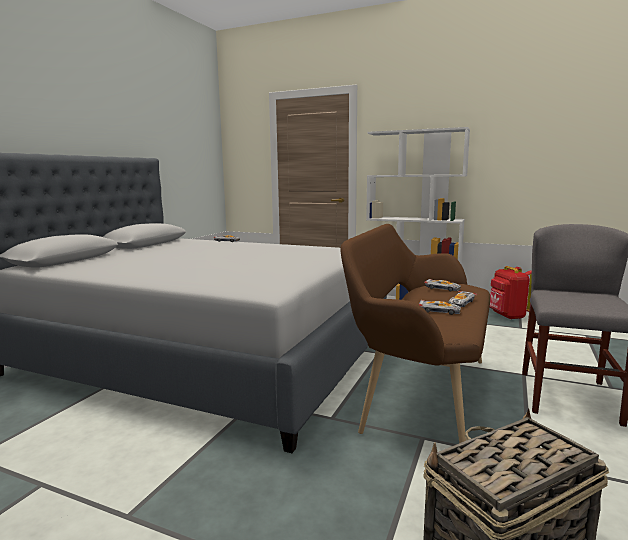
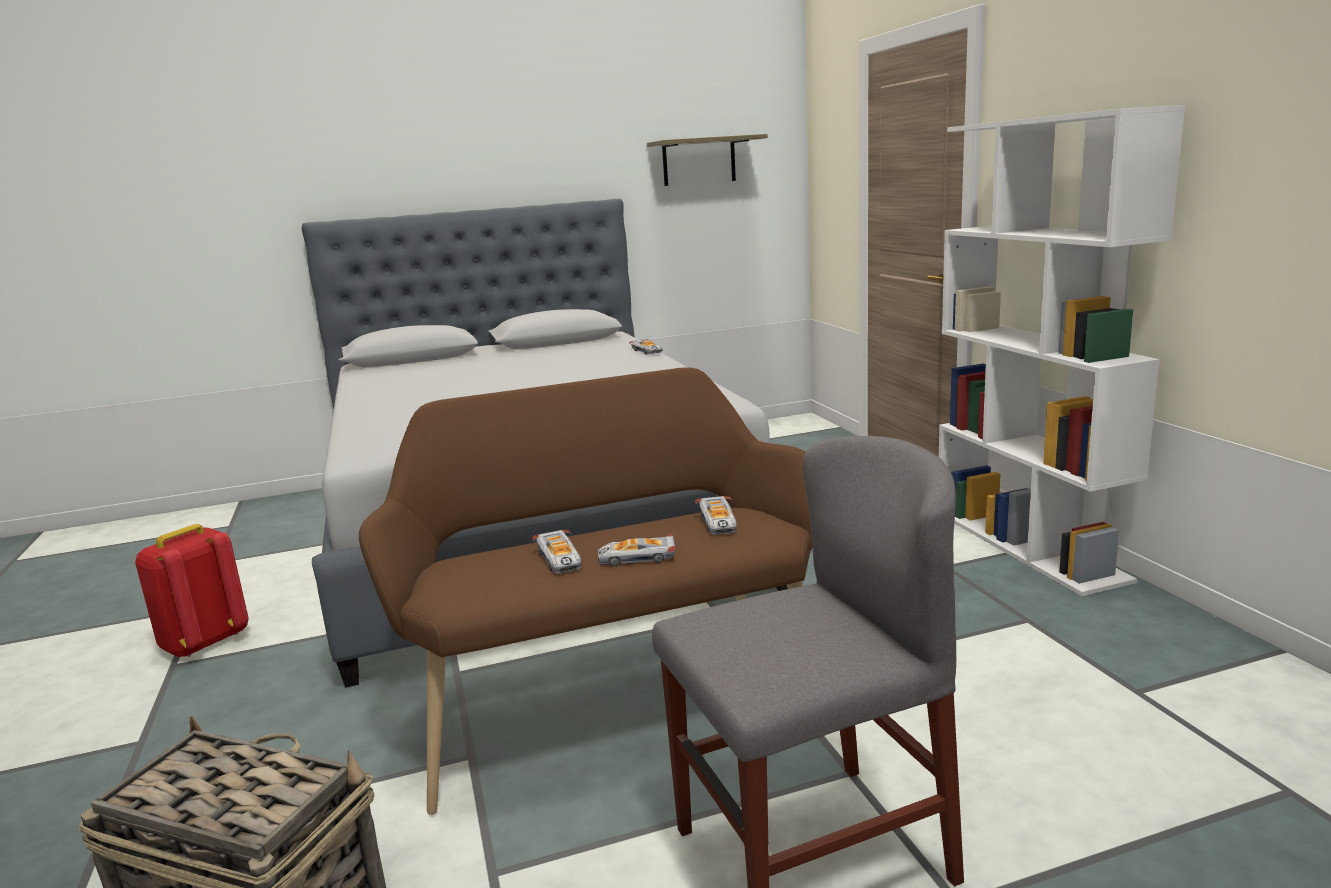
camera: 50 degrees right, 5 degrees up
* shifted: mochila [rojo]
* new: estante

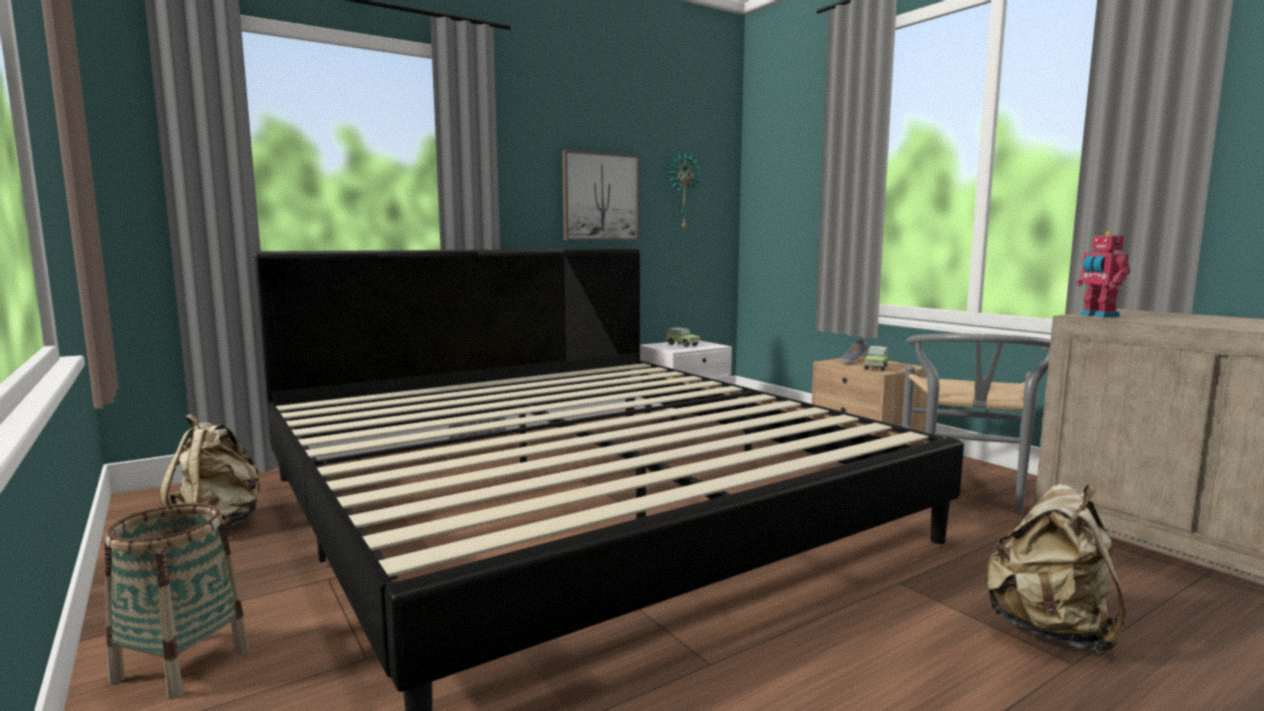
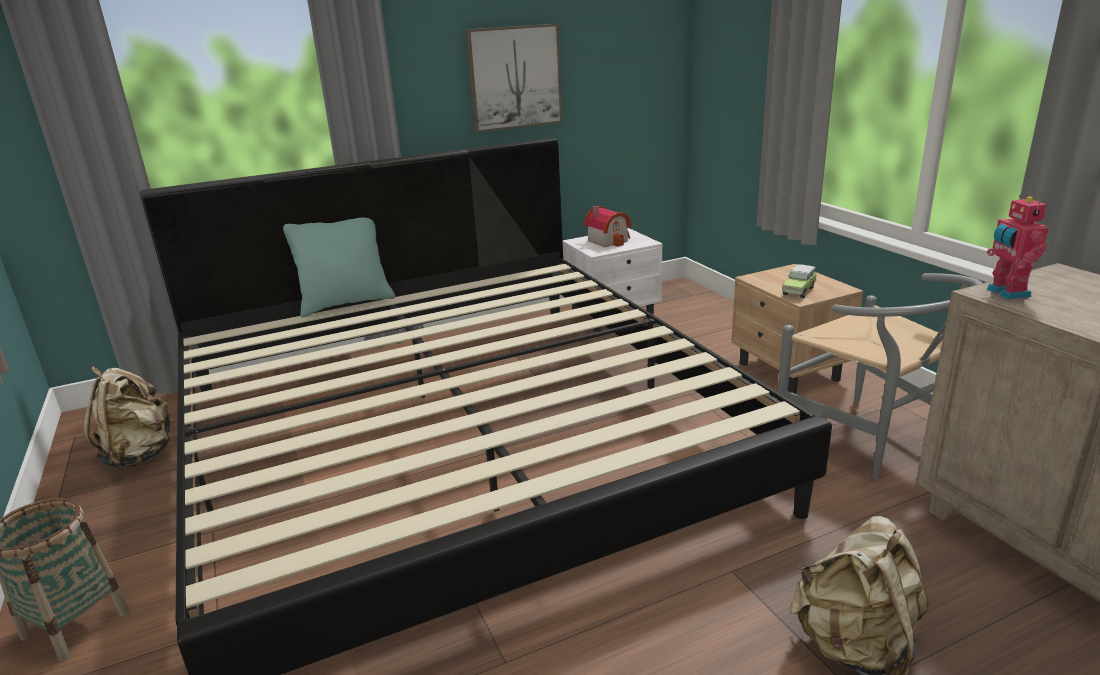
camera: 10 degrees right, 15 degrees up
* gone: reloj de pared
* swapped: coche de juguete (no. 1 from left) to casita
* rotated: silla [gris] 60 degrees counterclockwise
* gone: zapato
* new: cojín [turquesa]

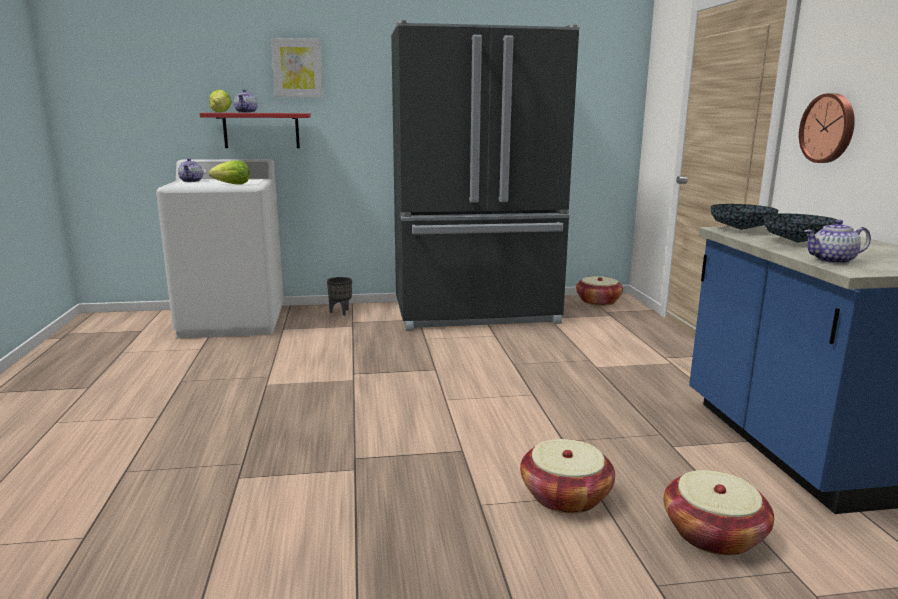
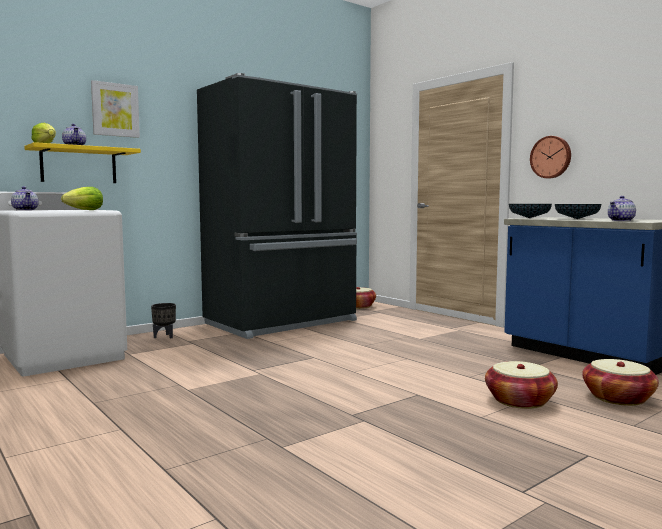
camera: 30 degrees left, 10 degrees down
* repainted: estante [rojo] to estante [amarillo]

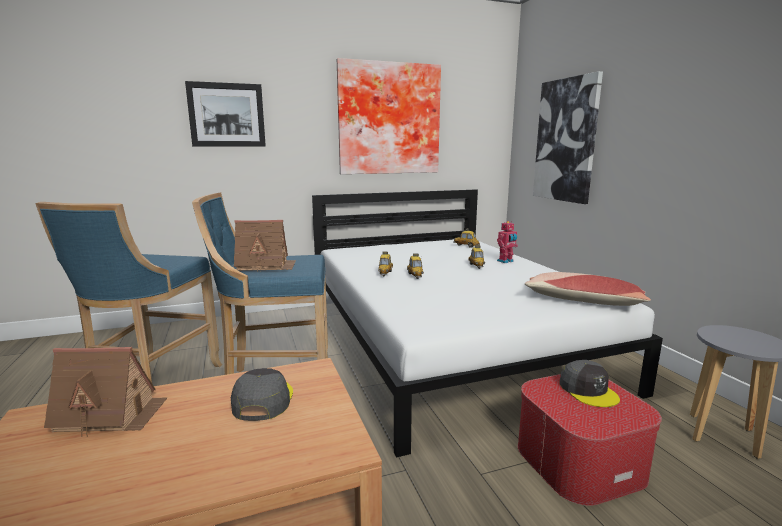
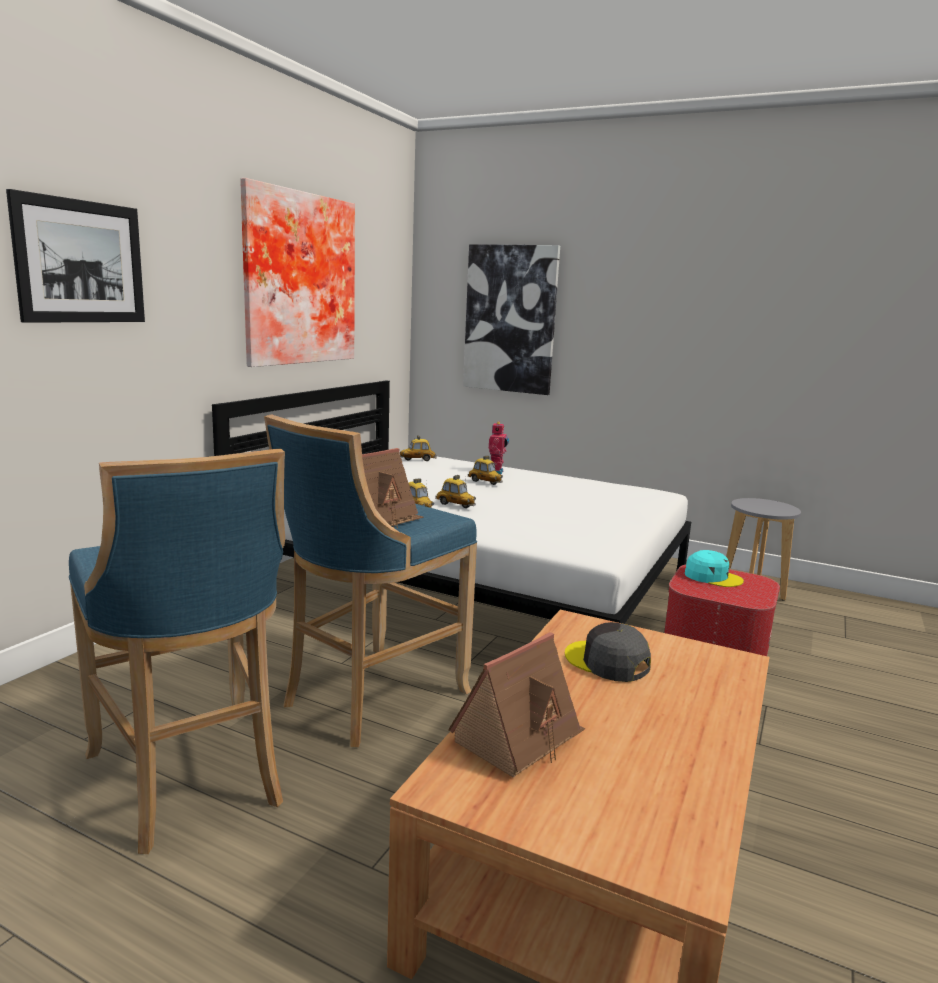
camera: 45 degrees left, 0 degrees up
* gone: cojín
* repainted: gorra [gris] (no. 2 from left) to gorra [turquesa]

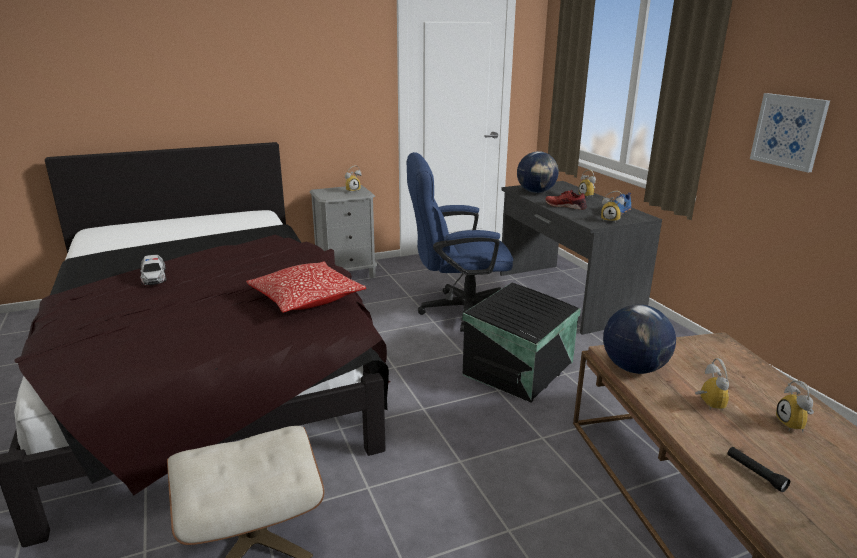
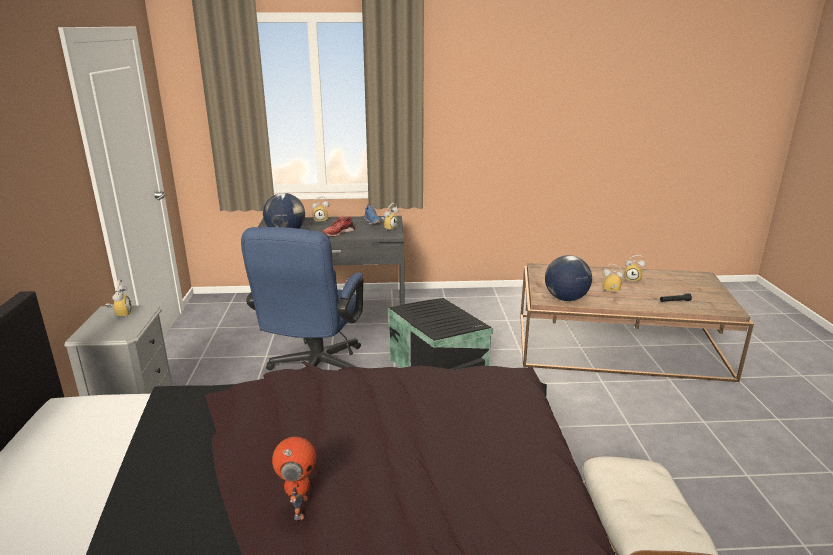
camera: 70 degrees left, 0 degrees up
* gone: cuadro
* swapped: coche de juguete to robot de juguete
* gone: cojín

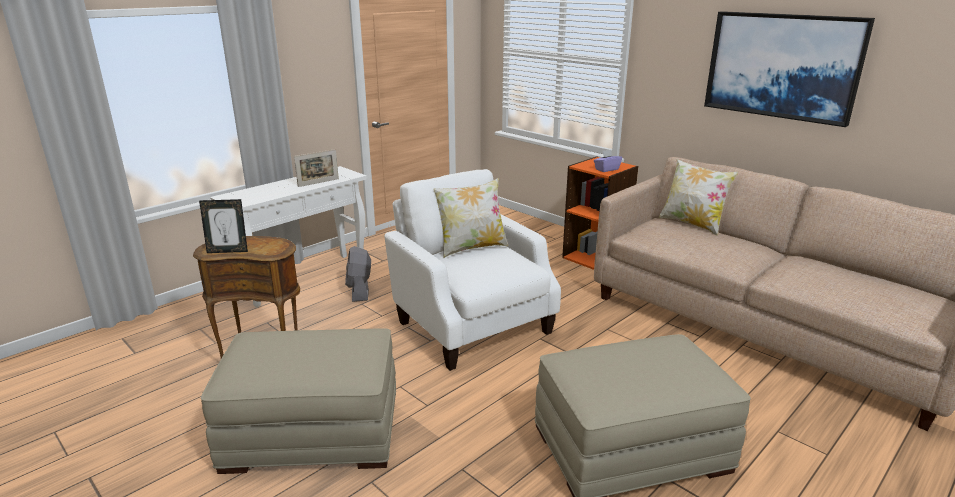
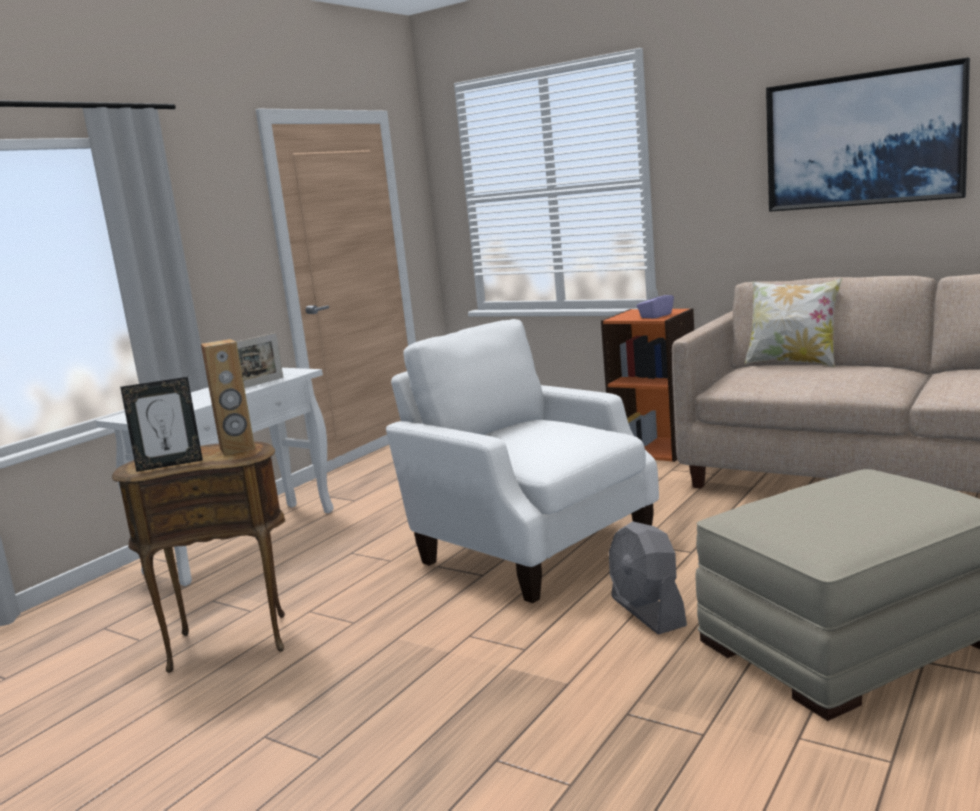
camera: 10 degrees left, 10 degrees down
* gone: cojín (no. 1 from left)
* shifted: ventilador [gris]
* gone: puf [beis] (no. 1 from left)
* new: altavoz [marrón]

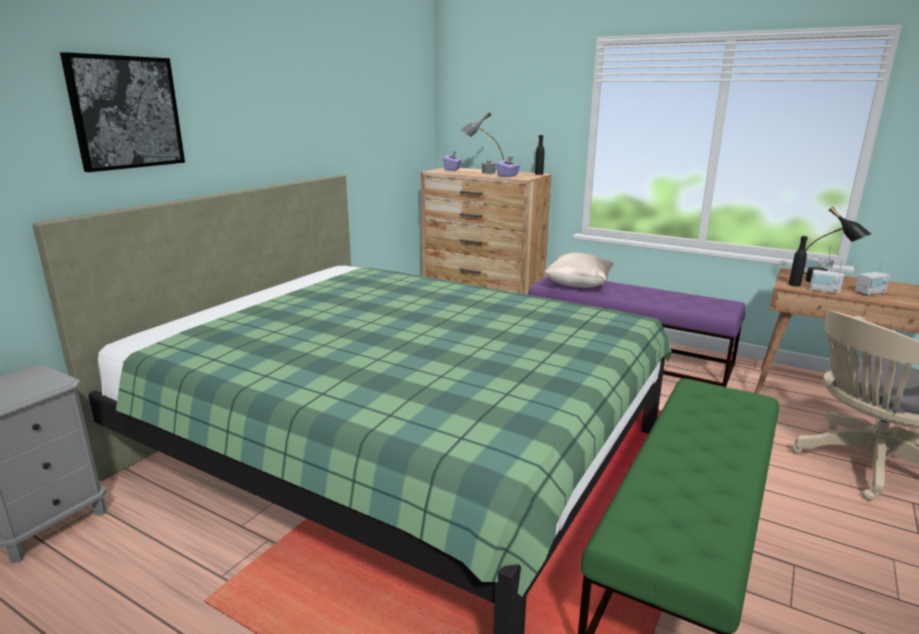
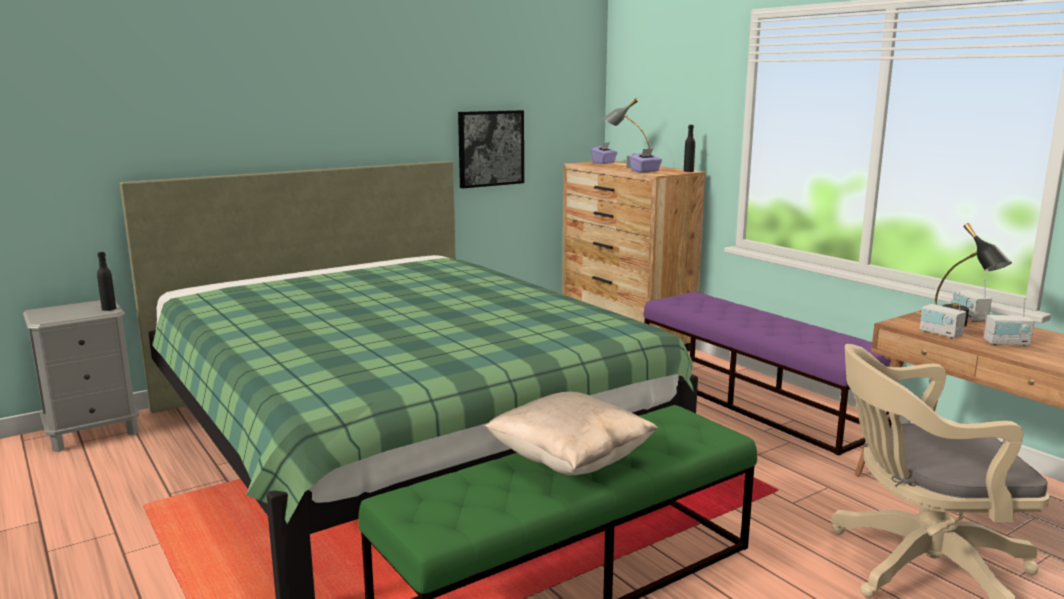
camera: 25 degrees right, 5 degrees down
* shifted: cuadro
* shifted: botella [negro] (no. 2 from left in the first image) to botella [negro] (no. 1 from left)
* shifted: cojín [beis]

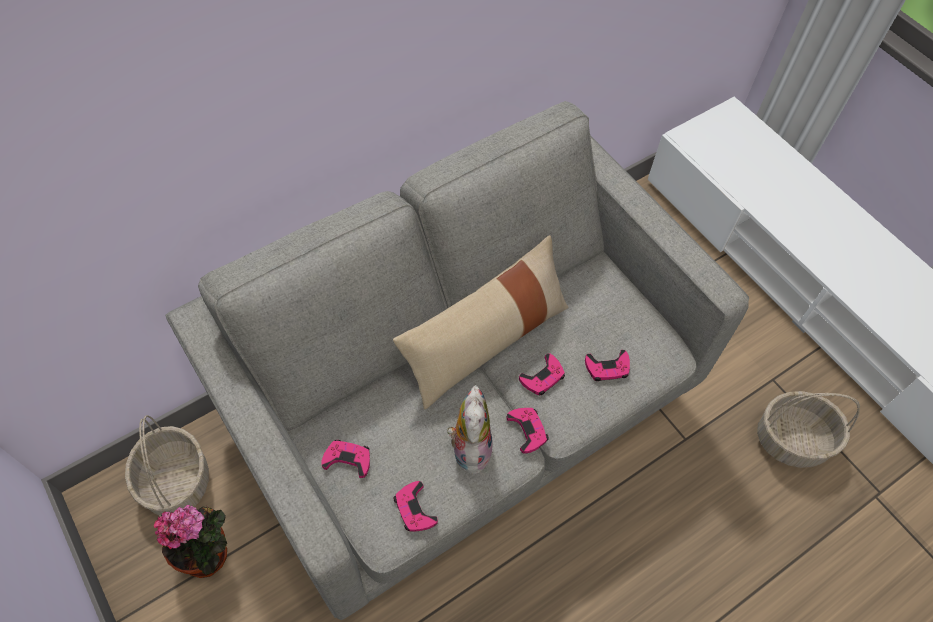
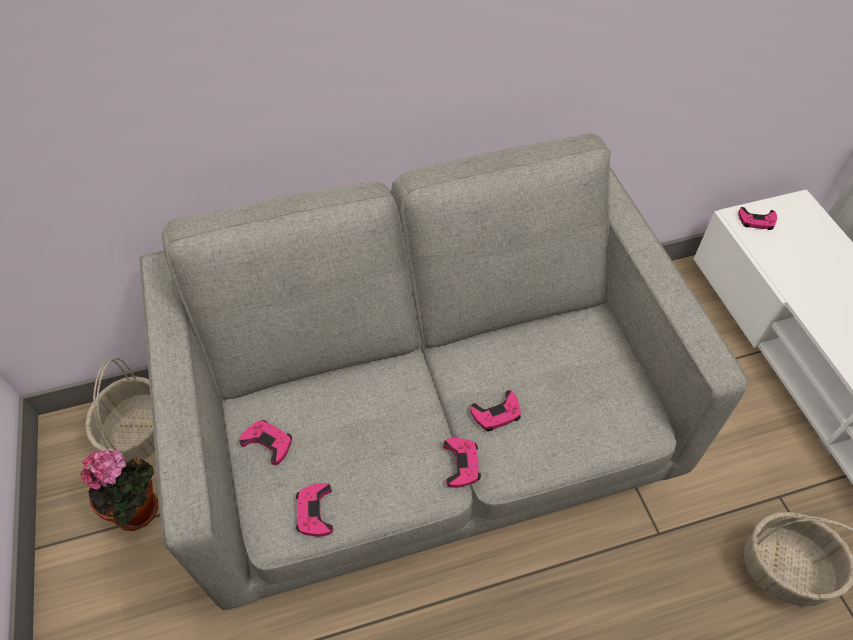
camera: 20 degrees right, 5 degrees down
* gone: cojín [beis]
* shifted: mando de consola [rosa] (no. 5 from left)
* gone: peluche

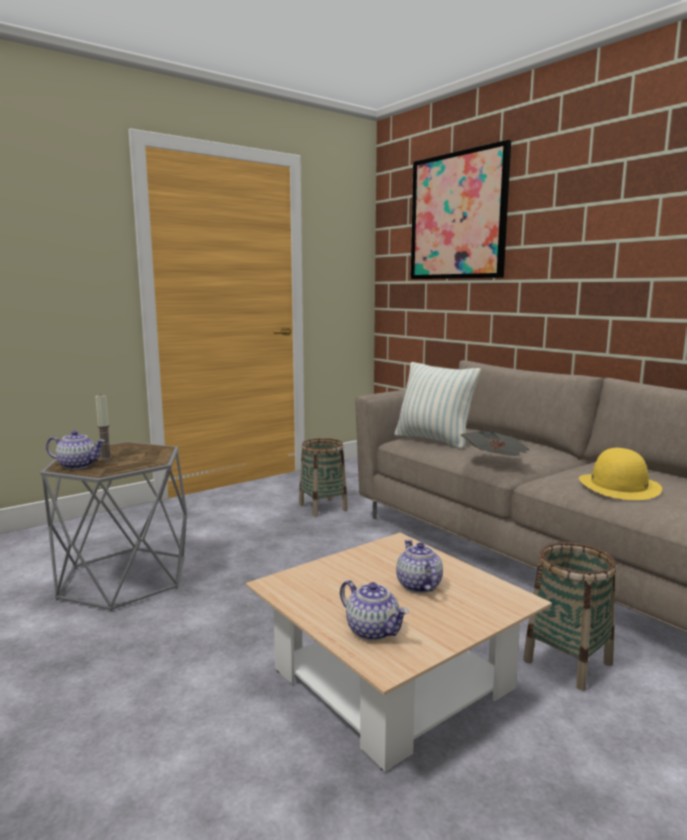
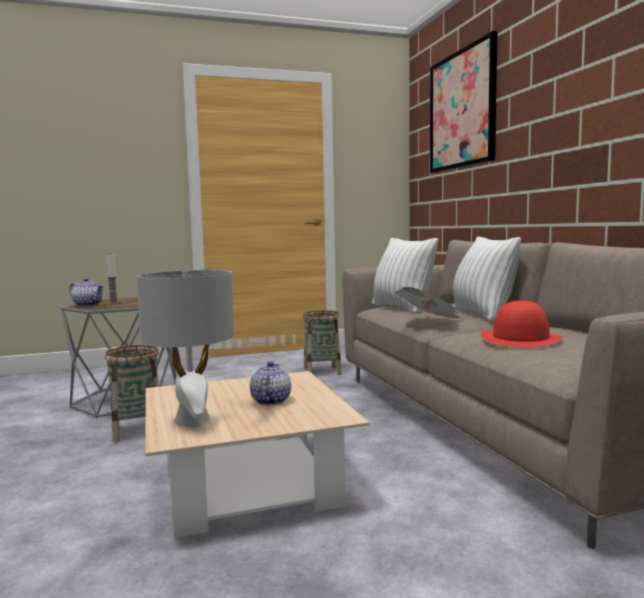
camera: 20 degrees right, 5 degrees down
* repainted: sombrero [amarillo] to sombrero [rojo]
* shifted: cesta (no. 2 from left in the first image) to cesta (no. 1 from left)
* swapped: tetera (no. 2 from left) to lámpara de mesa [gris]
* new: cojín (no. 2 from left)

